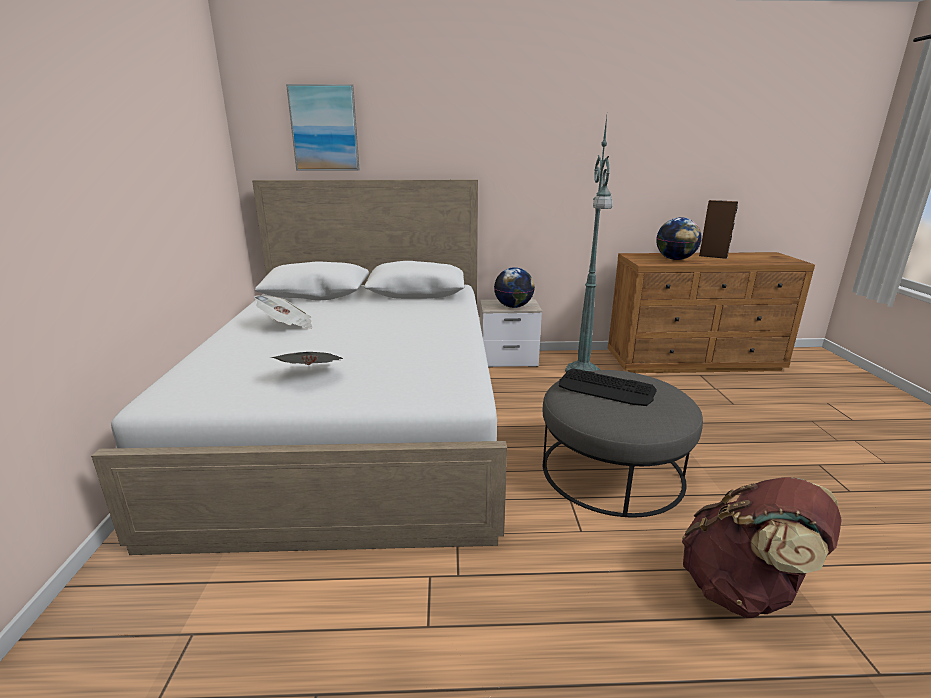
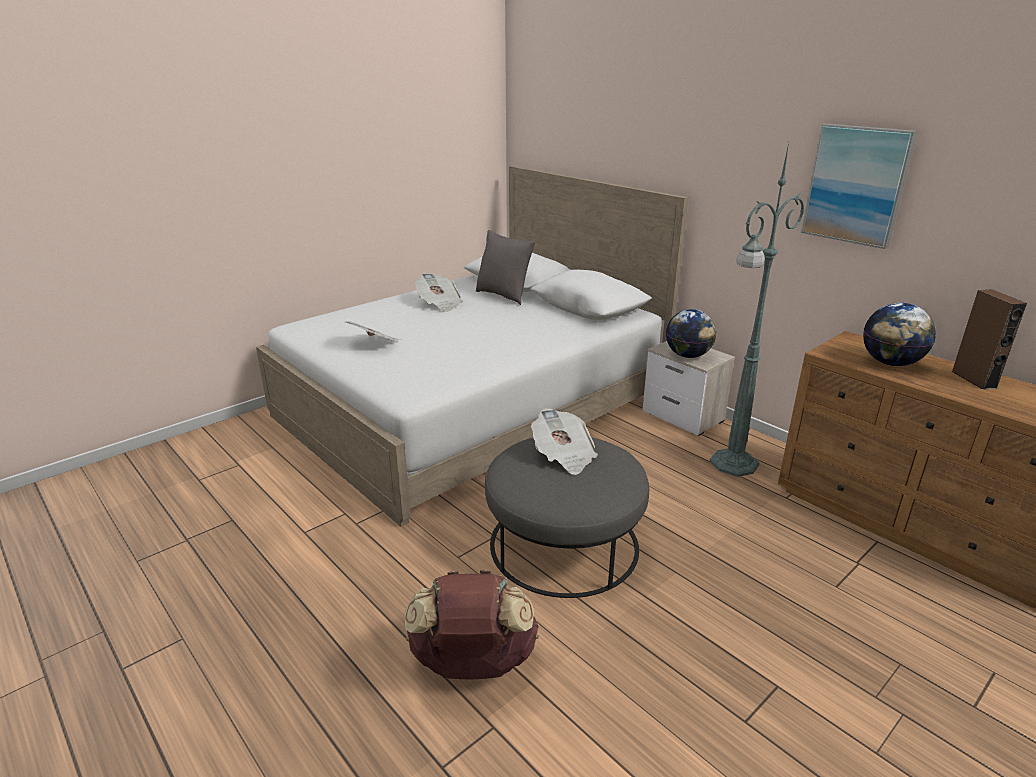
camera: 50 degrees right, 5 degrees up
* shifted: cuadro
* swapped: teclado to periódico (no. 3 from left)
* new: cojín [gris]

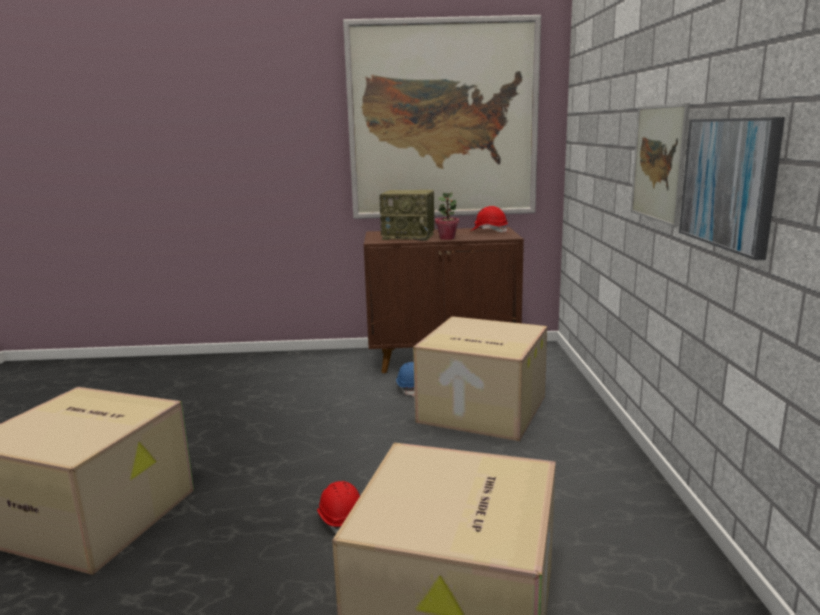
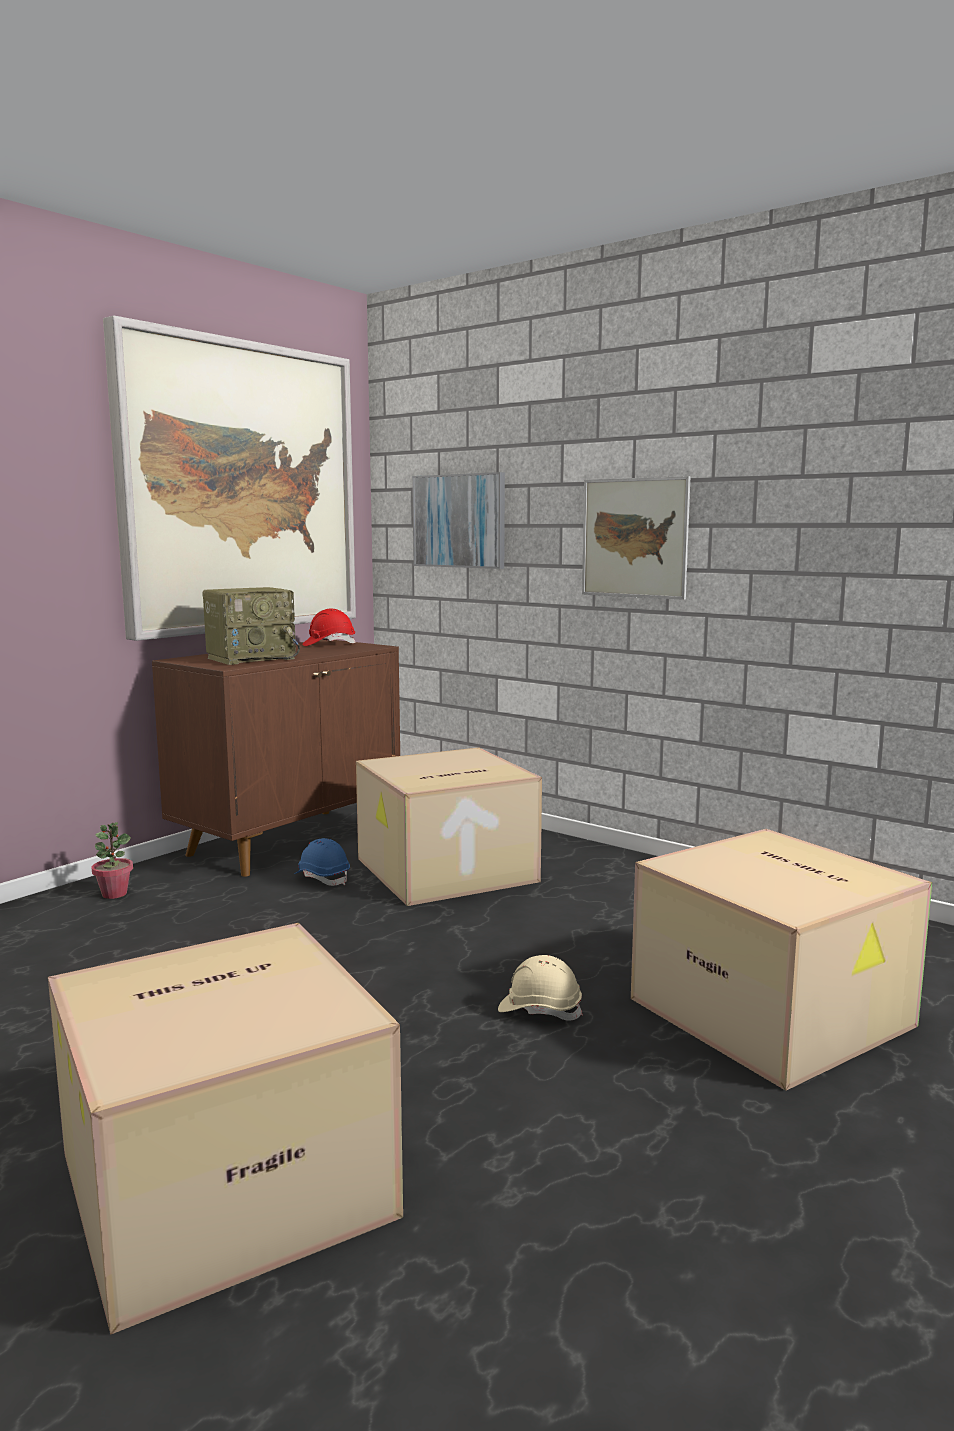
camera: 50 degrees left, 5 degrees down
* shifted: cuadro (no. 3 from left in the first image) to cuadro (no. 2 from left)
* shifted: planta en maceta
* repainted: casco [rojo] (no. 1 from left) to casco [beis]

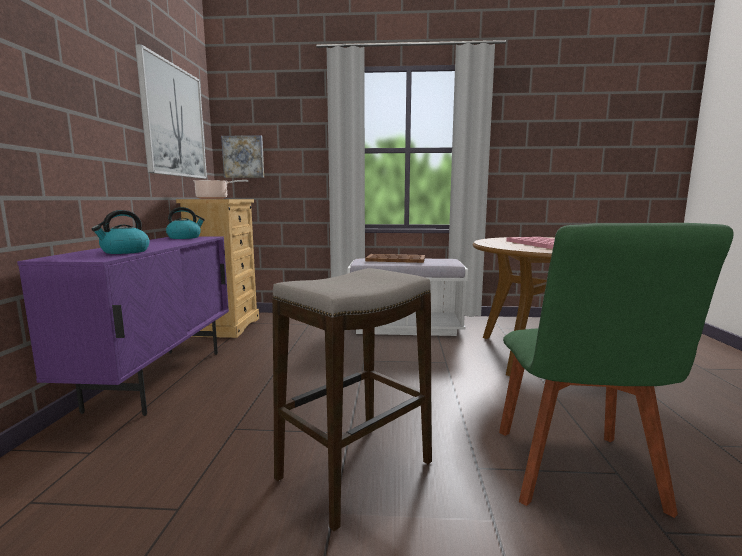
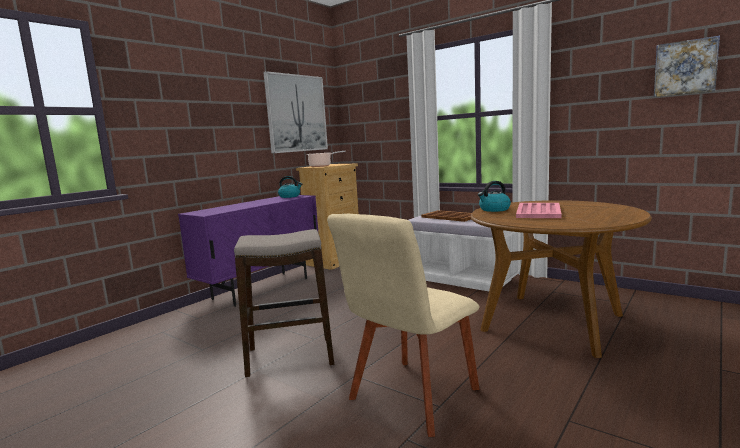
camera: 35 degrees right, 0 degrees up
* shifted: cuadro (no. 2 from left)
* shifted: hervidor (no. 1 from left in the first image) to hervidor (no. 2 from left)
* repainted: silla [verde] to silla [beis]

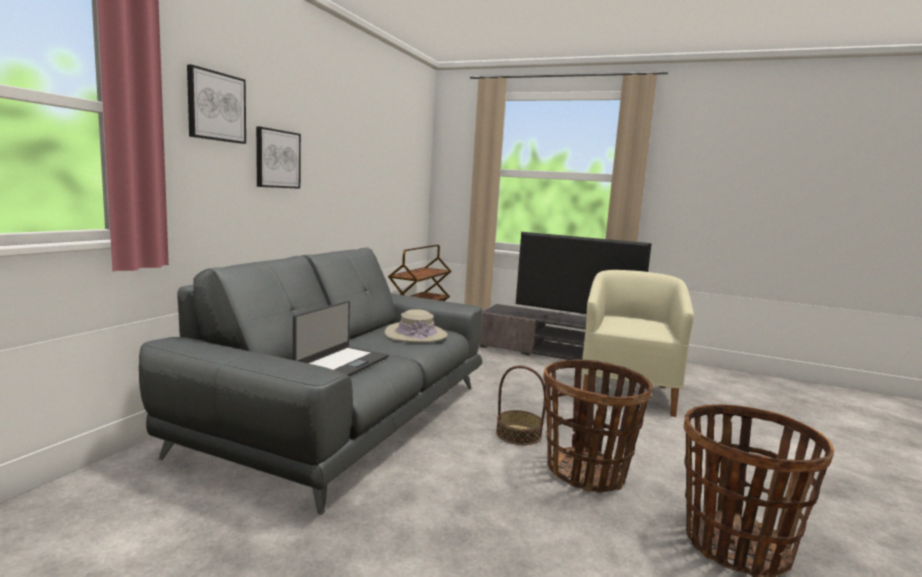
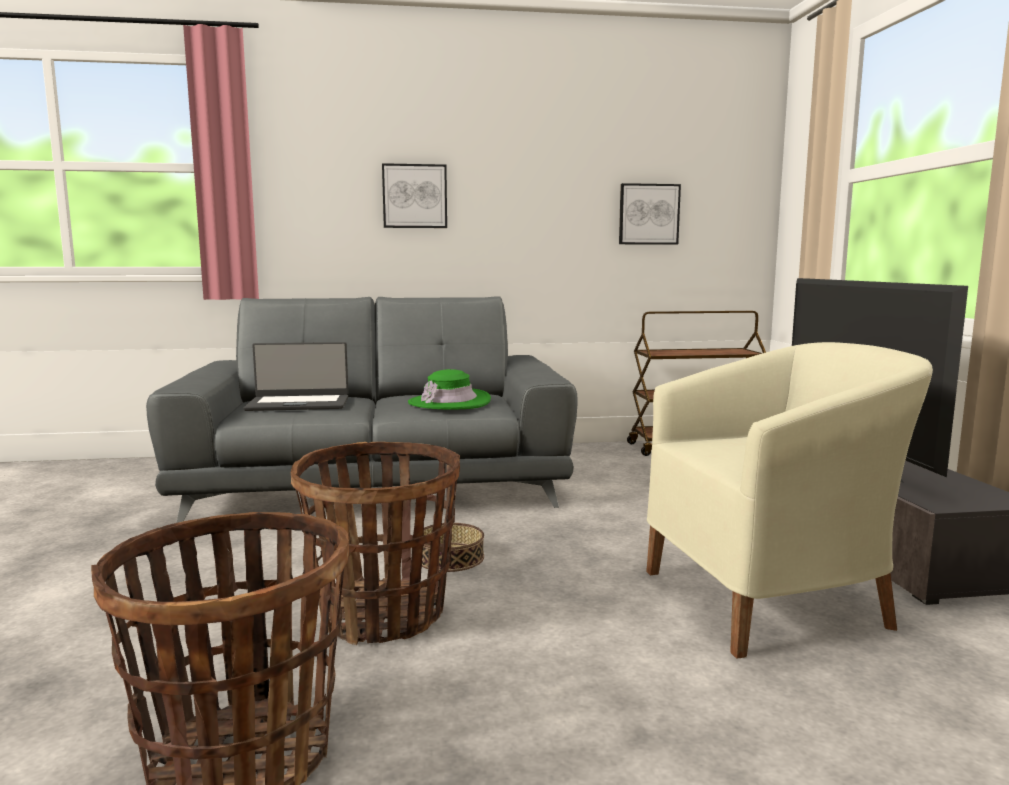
camera: 60 degrees right, 0 degrees up
* shifted: cuadro (no. 1 from left in the first image) to cuadro (no. 2 from left)
* repainted: sombrero [beis] to sombrero [verde]

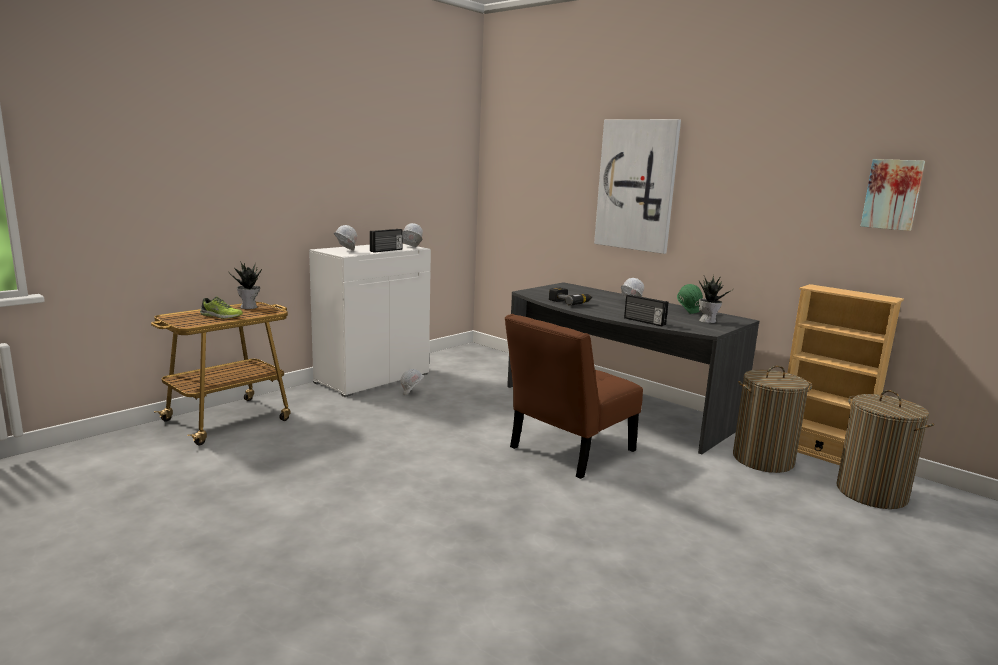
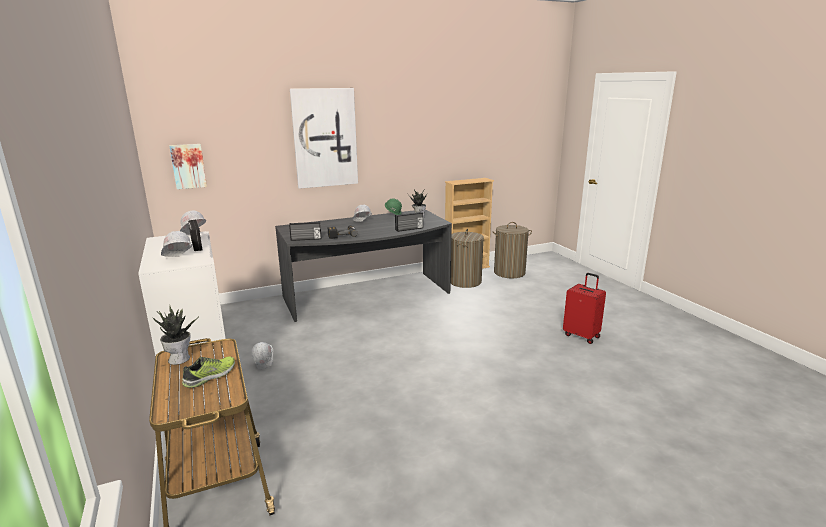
camera: 65 degrees left, 5 degrees up
* shifted: cuadro (no. 2 from left in the first image) to cuadro (no. 1 from left)
* gone: silla [marrón]
* new: radio (no. 2 from left)
* new: maleta [rojo]

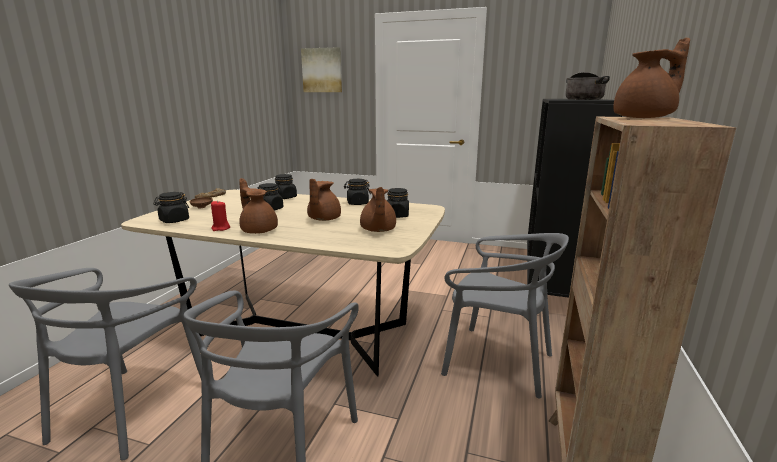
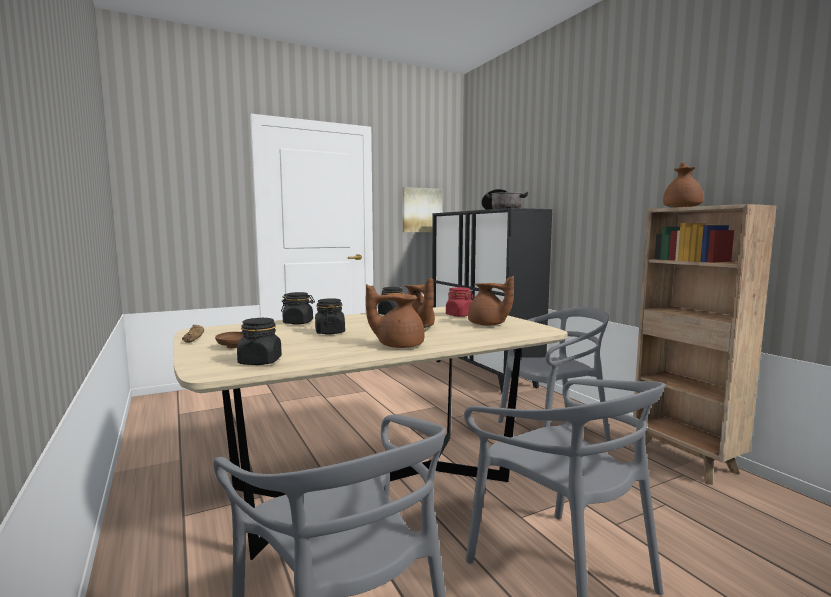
camera: 45 degrees left, 10 degrees down
* shifted: cuadro
* repainted: tarro [negro] (no. 5 from left) to tarro [rojo]
* gone: vela [rojo]

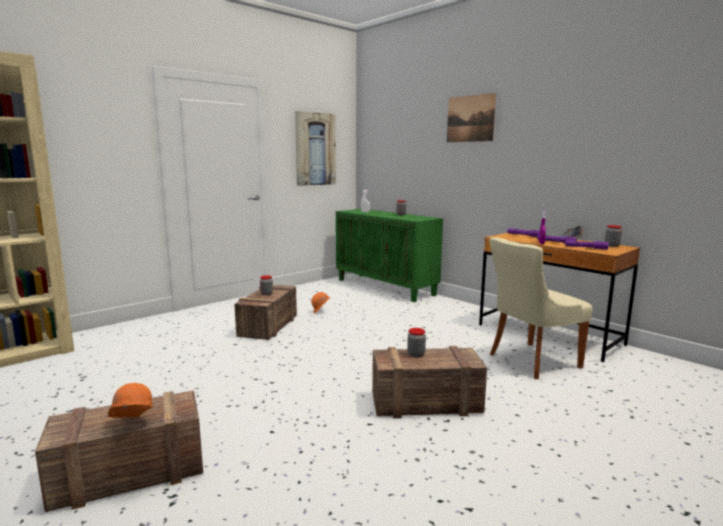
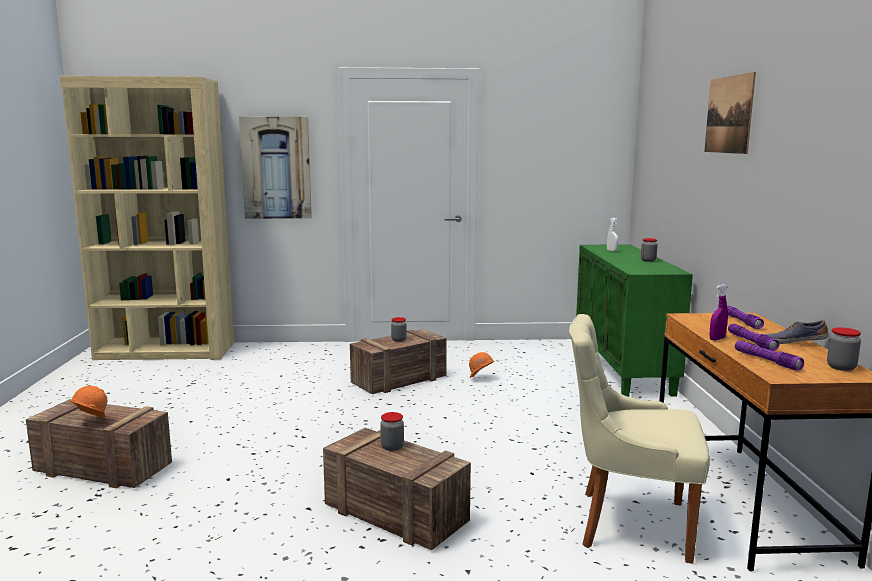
camera: 40 degrees right, 0 degrees up
* shifted: cuadro (no. 1 from left)

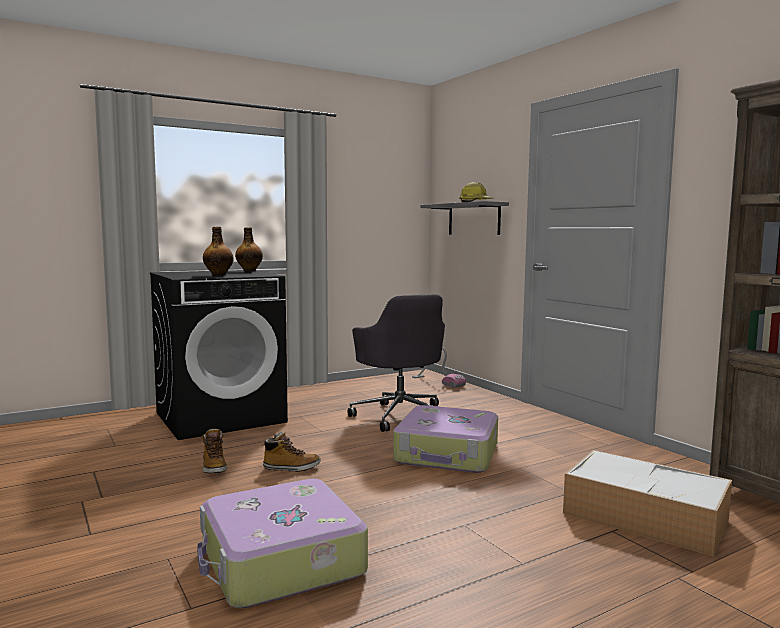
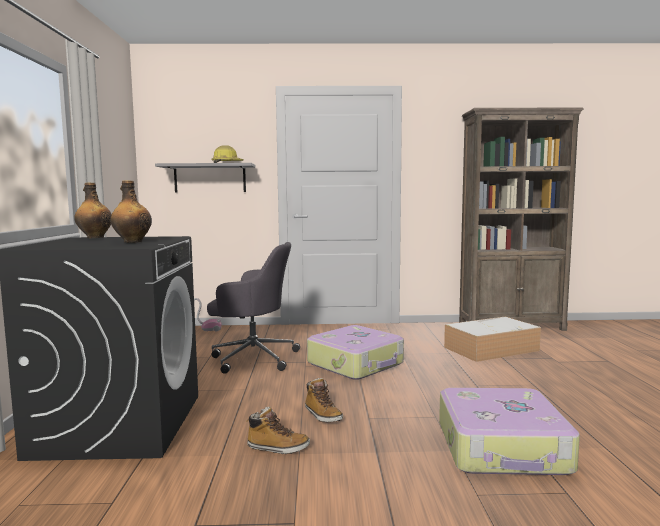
camera: 60 degrees left, 0 degrees up
* rotated: bota (no. 2 from left) 120 degrees clockwise

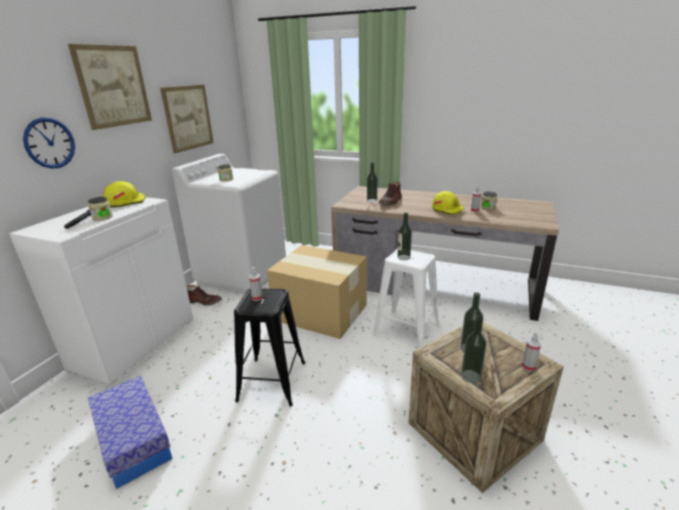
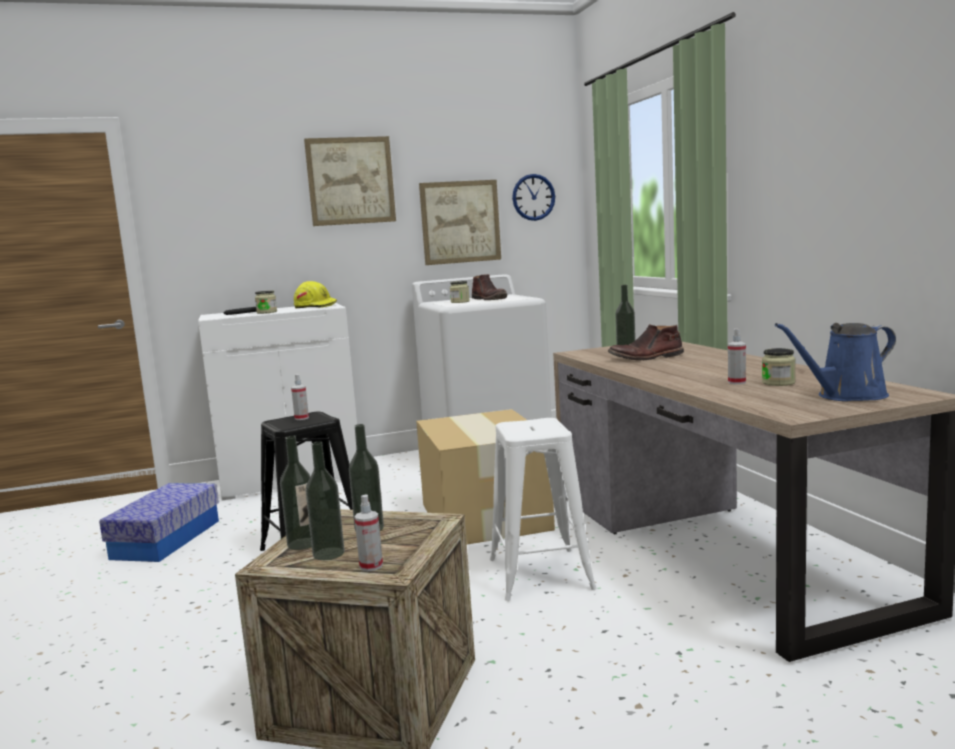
camera: 50 degrees right, 15 degrees down
* shifted: reloj de pared
* gone: casco [amarillo] (no. 2 from left)
* shifted: botella (no. 2 from left)
* shifted: bota [marrón] (no. 1 from left)
* new: regadera [azul]

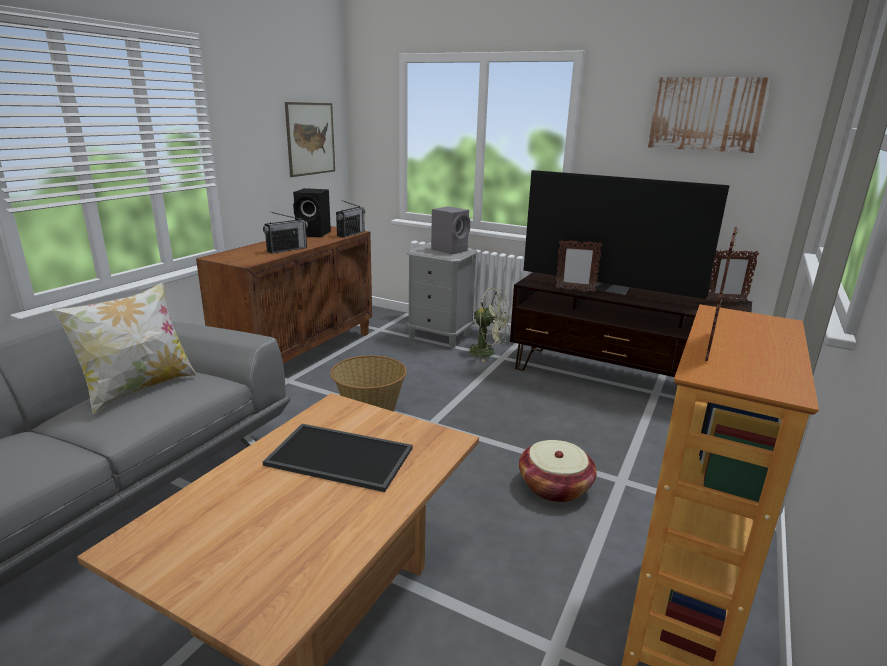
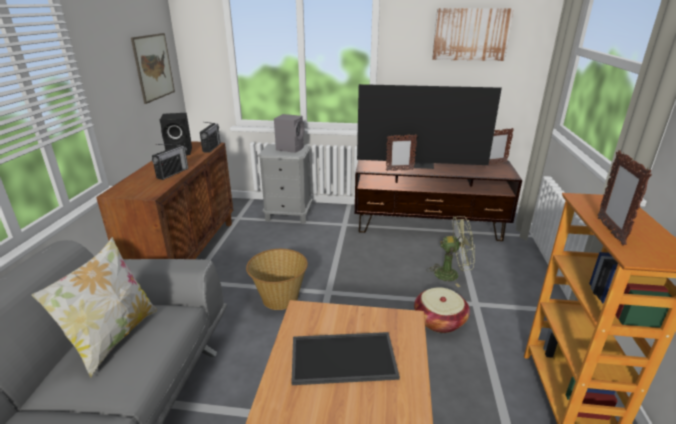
camera: 20 degrees left, 5 degrees up
* shifted: ventilador [verde]

